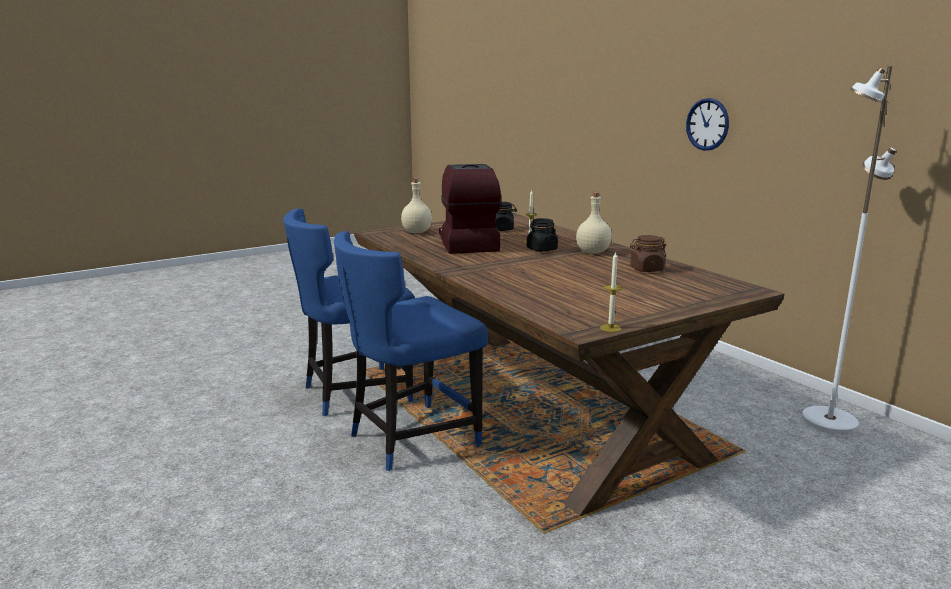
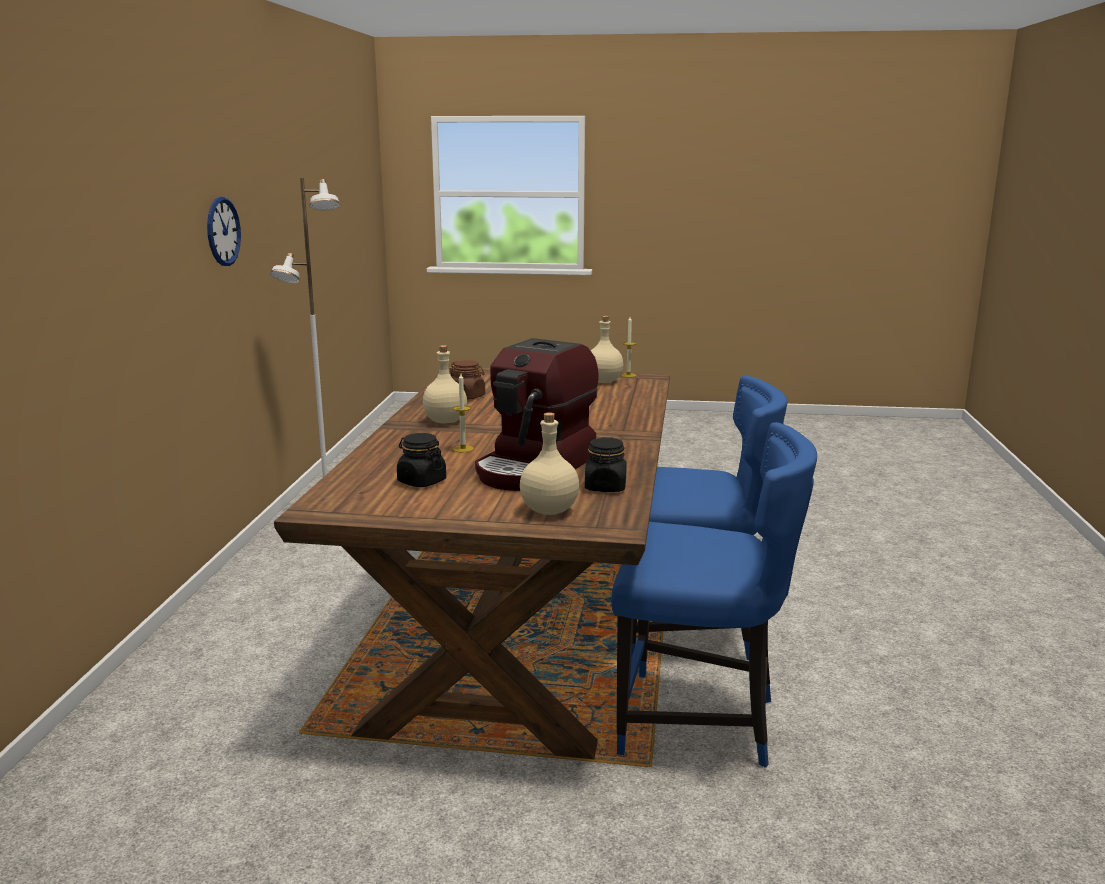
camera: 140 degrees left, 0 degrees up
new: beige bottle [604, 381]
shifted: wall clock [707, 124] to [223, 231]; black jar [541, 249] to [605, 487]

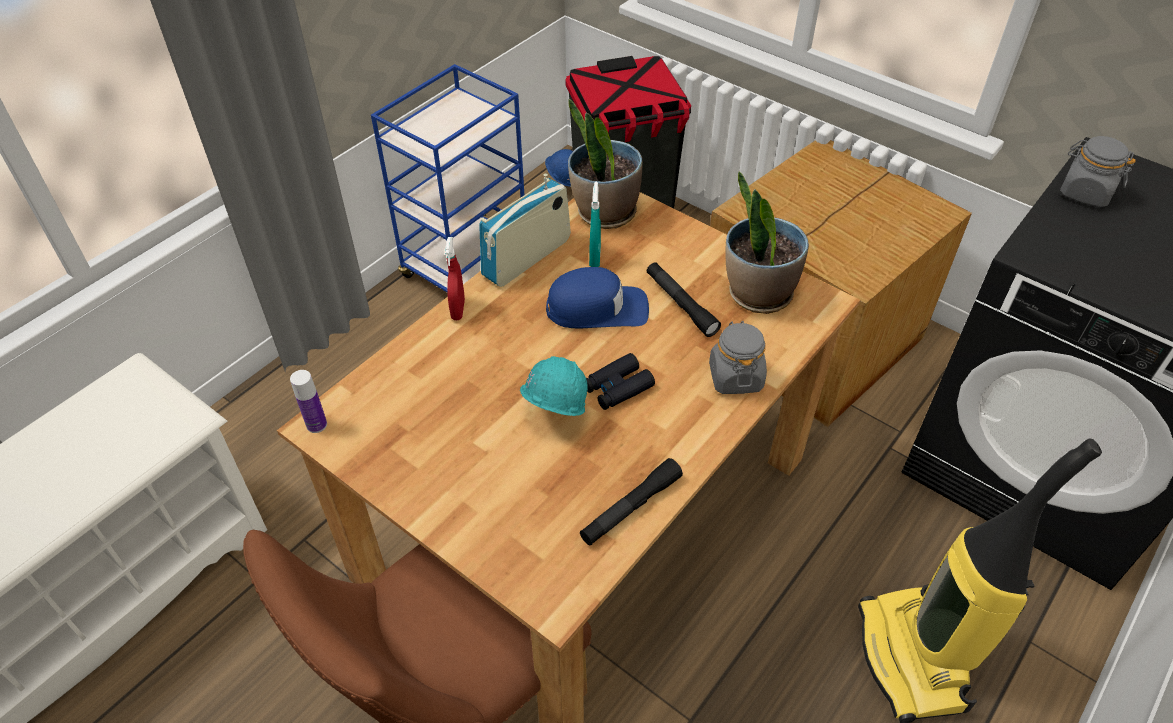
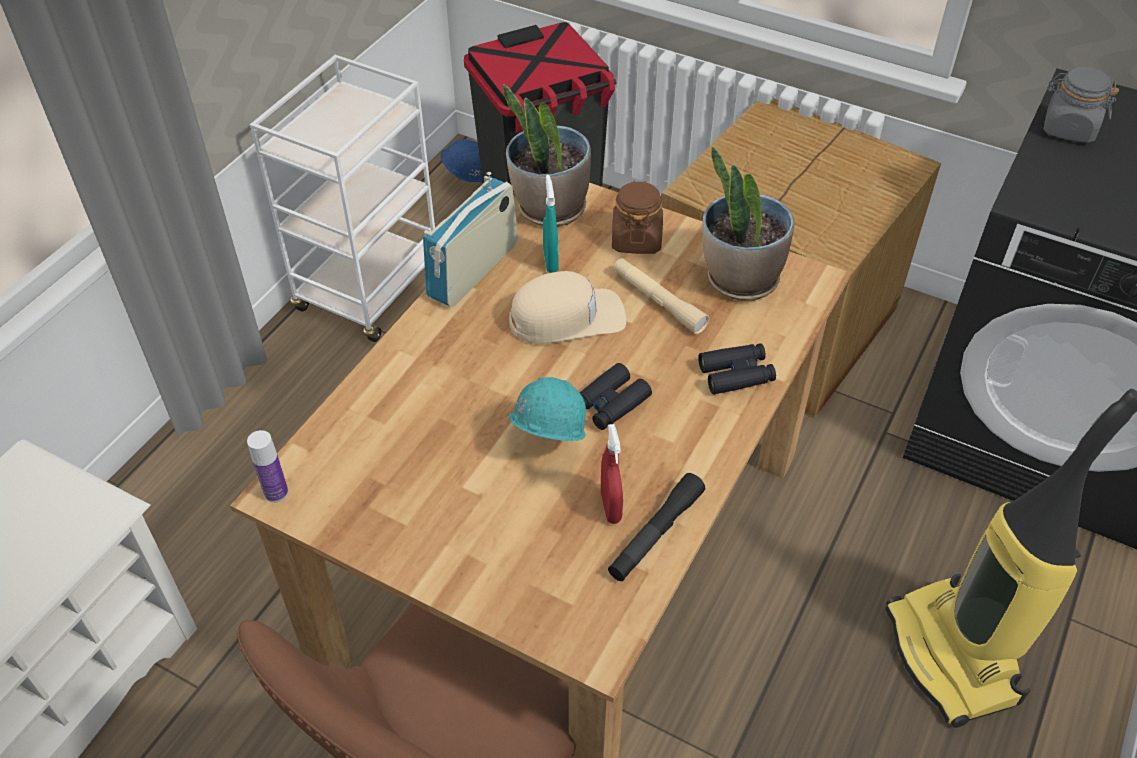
camera: 10 degrees left, 0 degrees up
new: brown jar [636, 239]
shifted: red spray bottle [458, 310] to [610, 507]
swapped: grey jar [735, 377] to black binoculars [736, 374]
repainted: blue cart [467, 267] to white cart [371, 290]; black flashlight [681, 304] to beige flashlight [658, 302]; blue cap [597, 308] to beige cap [567, 318]

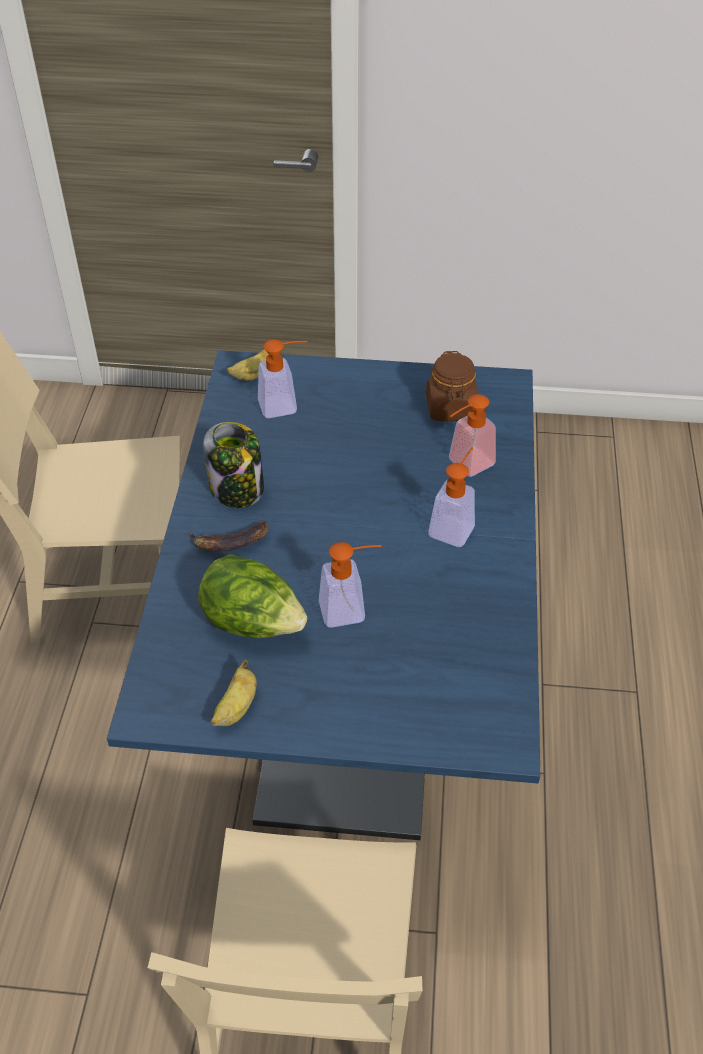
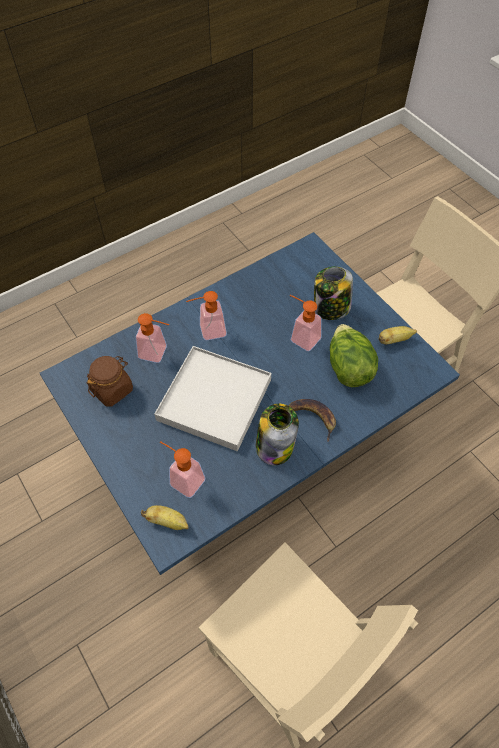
camera: 130 degrees left, 10 degrees up
new: jar [331, 308]; white tray [215, 399]

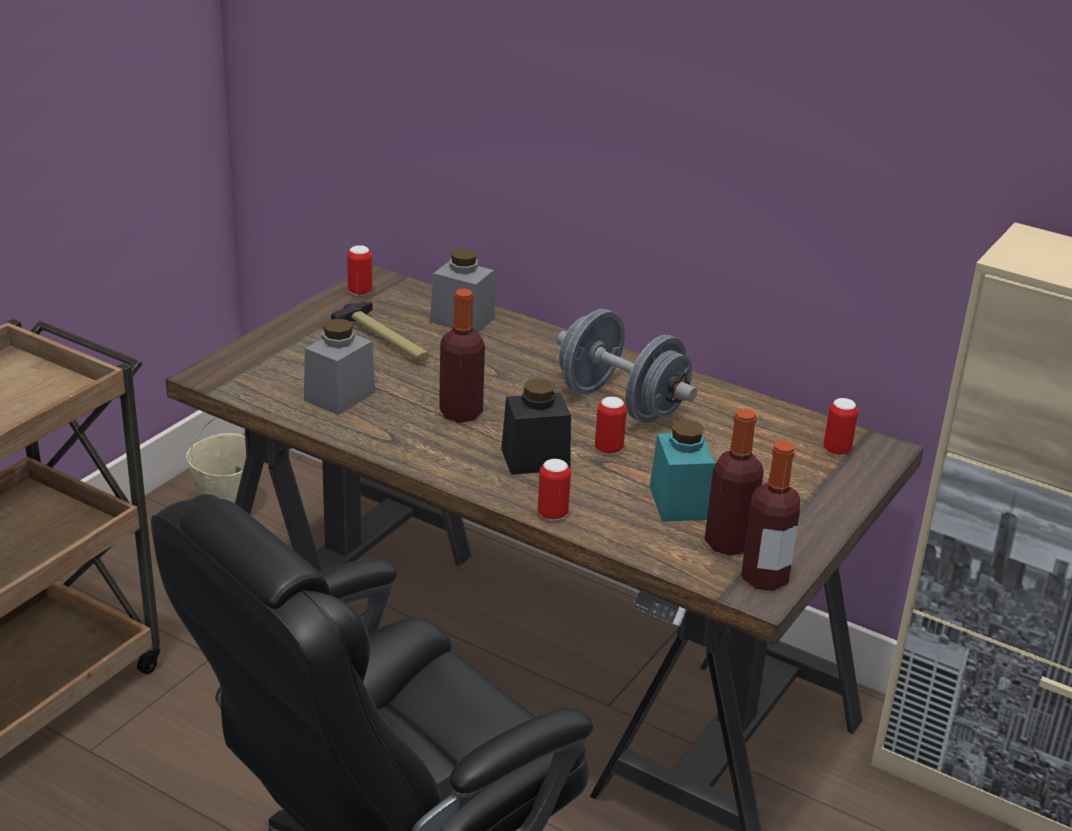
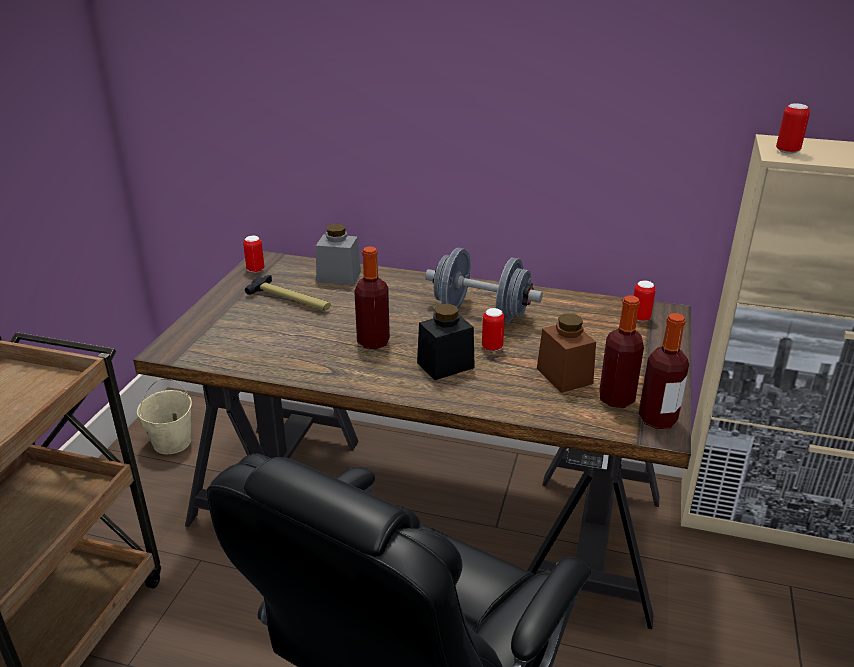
camera: 15 degrees left, 0 degrees up
gone: grey jar [339, 396]
shifted: can [552, 514] to [787, 151]
repainted: turquoise jar [679, 502] to brown jar [564, 376]

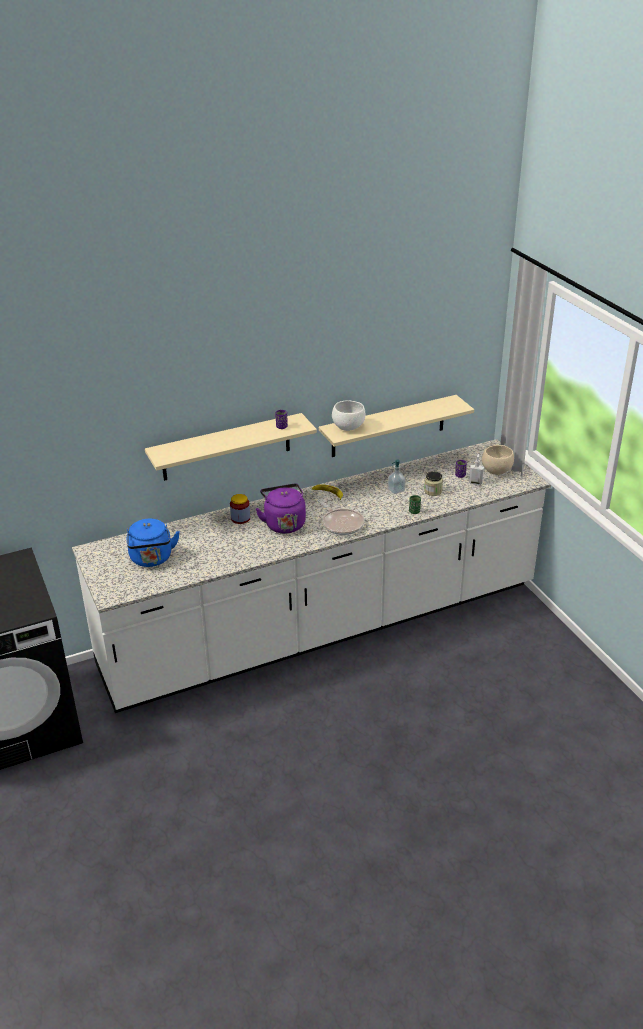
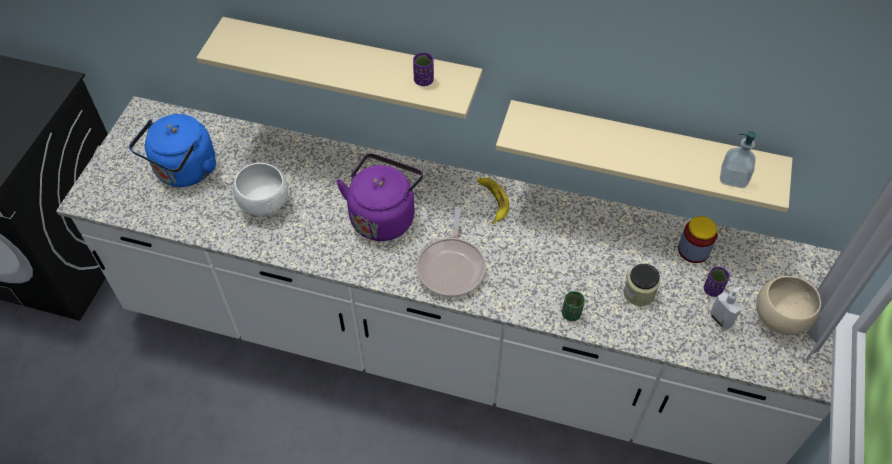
camera: 40 degrees right, 20 degrees up
shifted: white bowl [348, 427] to [266, 203]; soap dispenser [396, 490] to [733, 178]; jar [240, 518] to [693, 250]

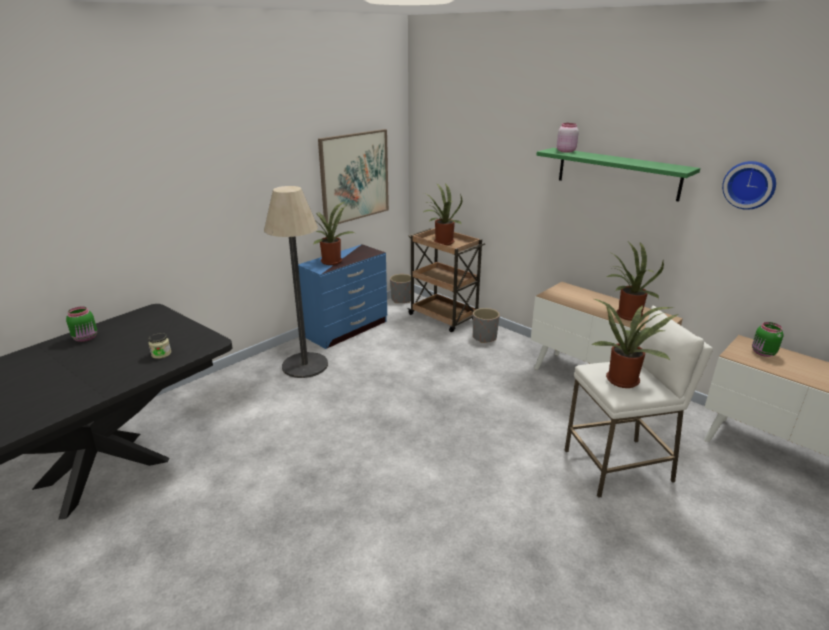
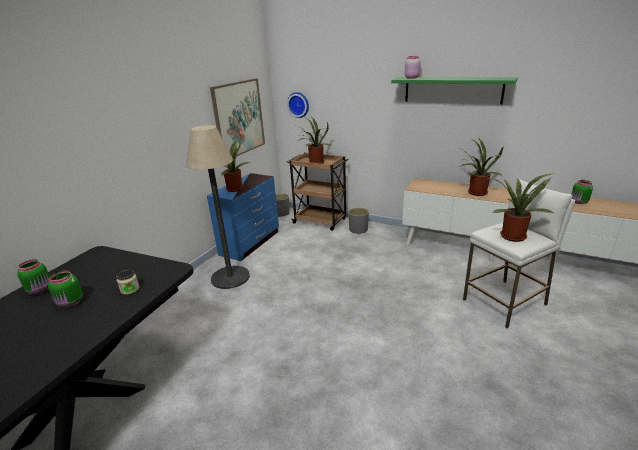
camera: 15 degrees left, 0 degrees up
new: green jar [71, 303]
shifted: wall clock [749, 184] to [299, 104]

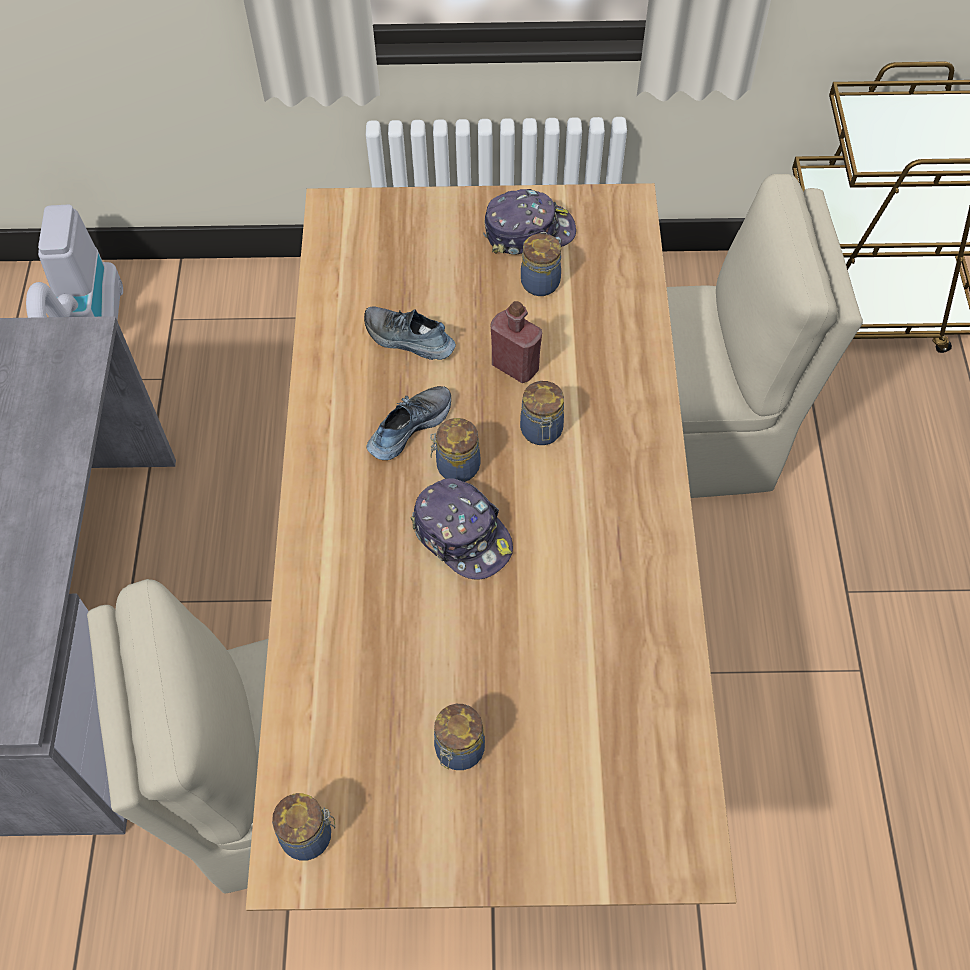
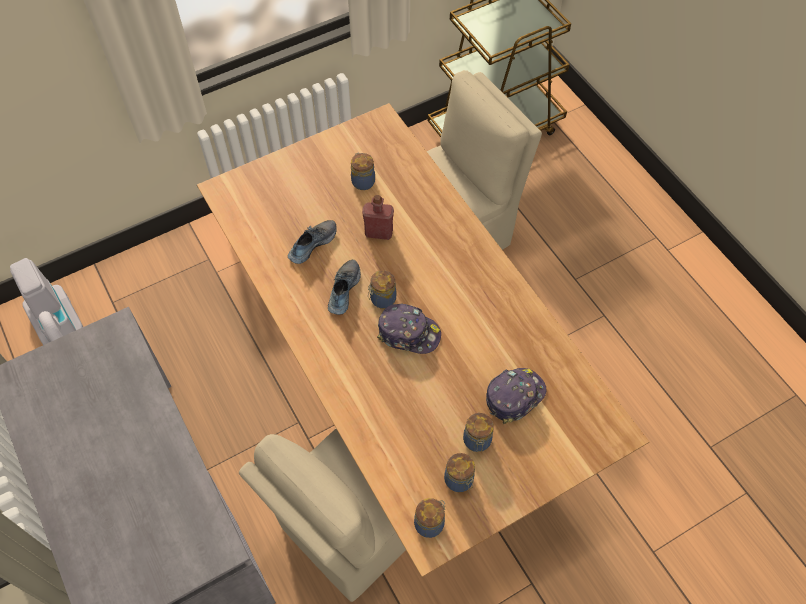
camera: 30 degrees left, 0 degrees up
shifted: cap [528, 232] to [514, 396]; jar [541, 432] to [459, 481]
rotated: shoe [408, 340] = [312, 244] 135 degrees clockwise

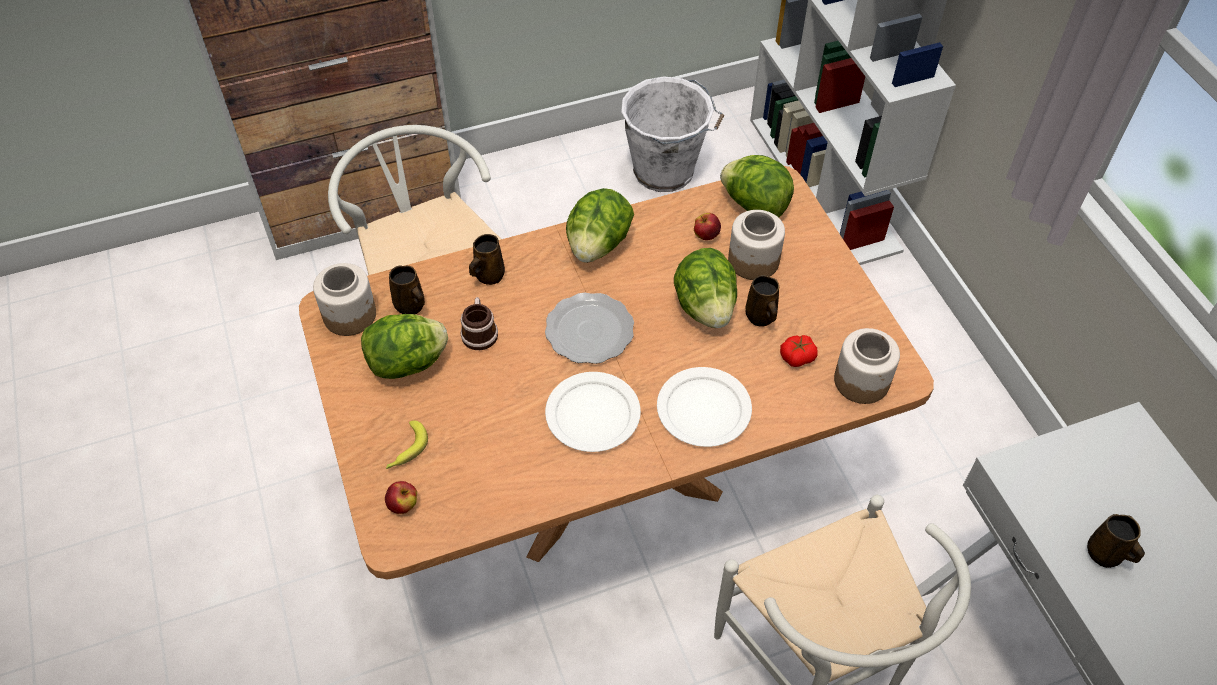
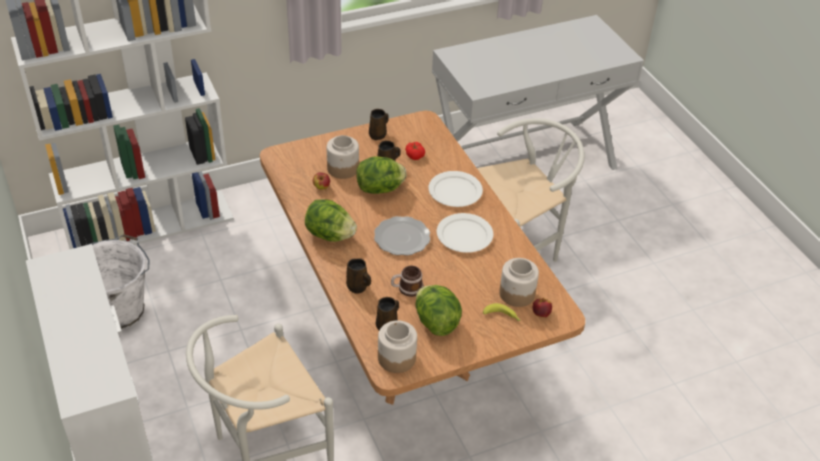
camera: 95 degrees left, 10 degrees down
gone: lettuce [754, 205]
shifted: jar [862, 380] to [516, 293]; brown mug [1105, 555] to [378, 135]

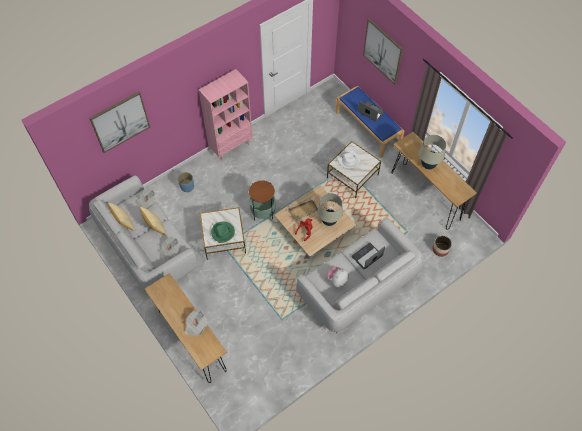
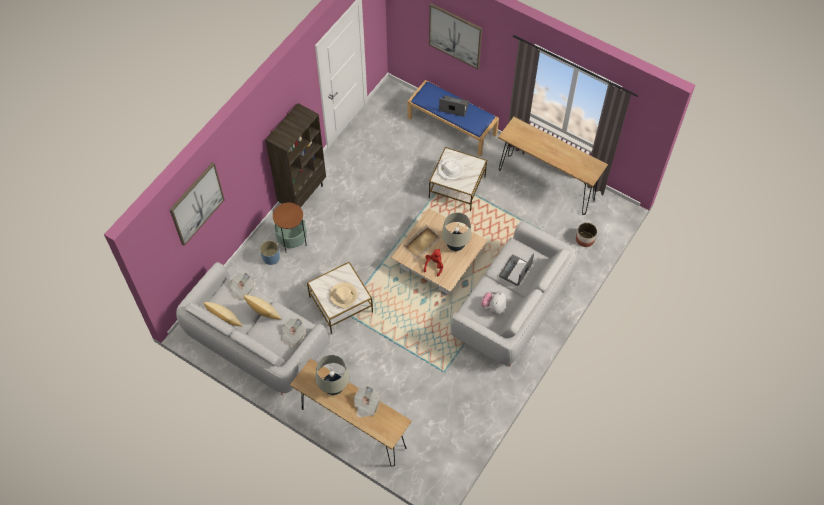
camera: 20 degrees left, 0 degrees up
shifted: beige table lamp [428, 165] to [333, 387]; side table [263, 212] to [292, 240]
repainted: pink bookcase [231, 146] to brown bookcase [302, 195]; green hat [223, 232] to beige hat [343, 296]

